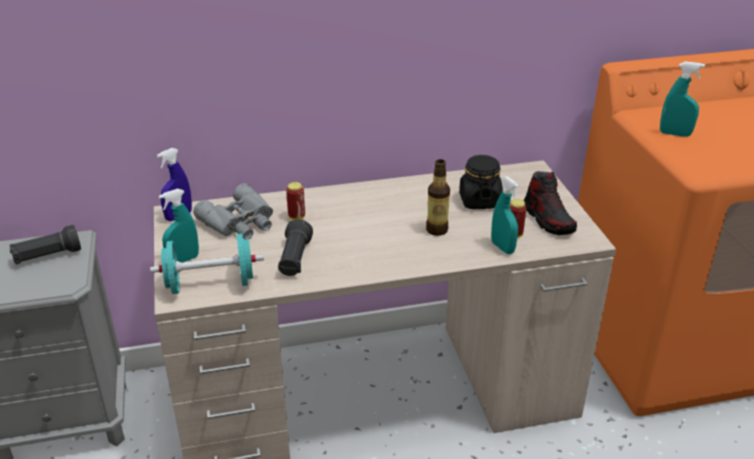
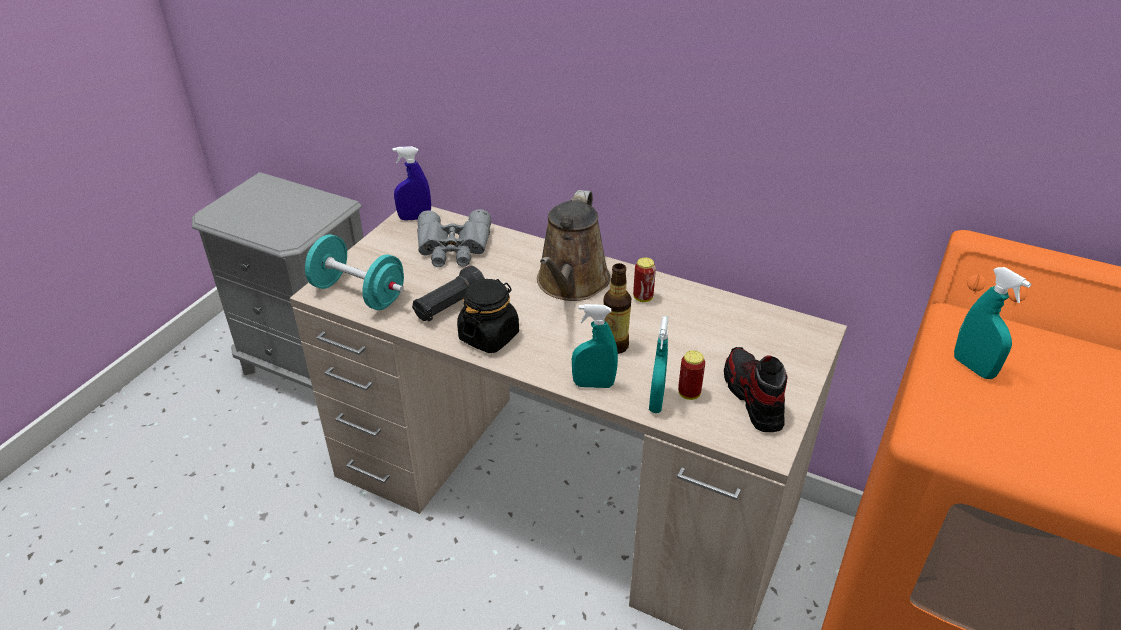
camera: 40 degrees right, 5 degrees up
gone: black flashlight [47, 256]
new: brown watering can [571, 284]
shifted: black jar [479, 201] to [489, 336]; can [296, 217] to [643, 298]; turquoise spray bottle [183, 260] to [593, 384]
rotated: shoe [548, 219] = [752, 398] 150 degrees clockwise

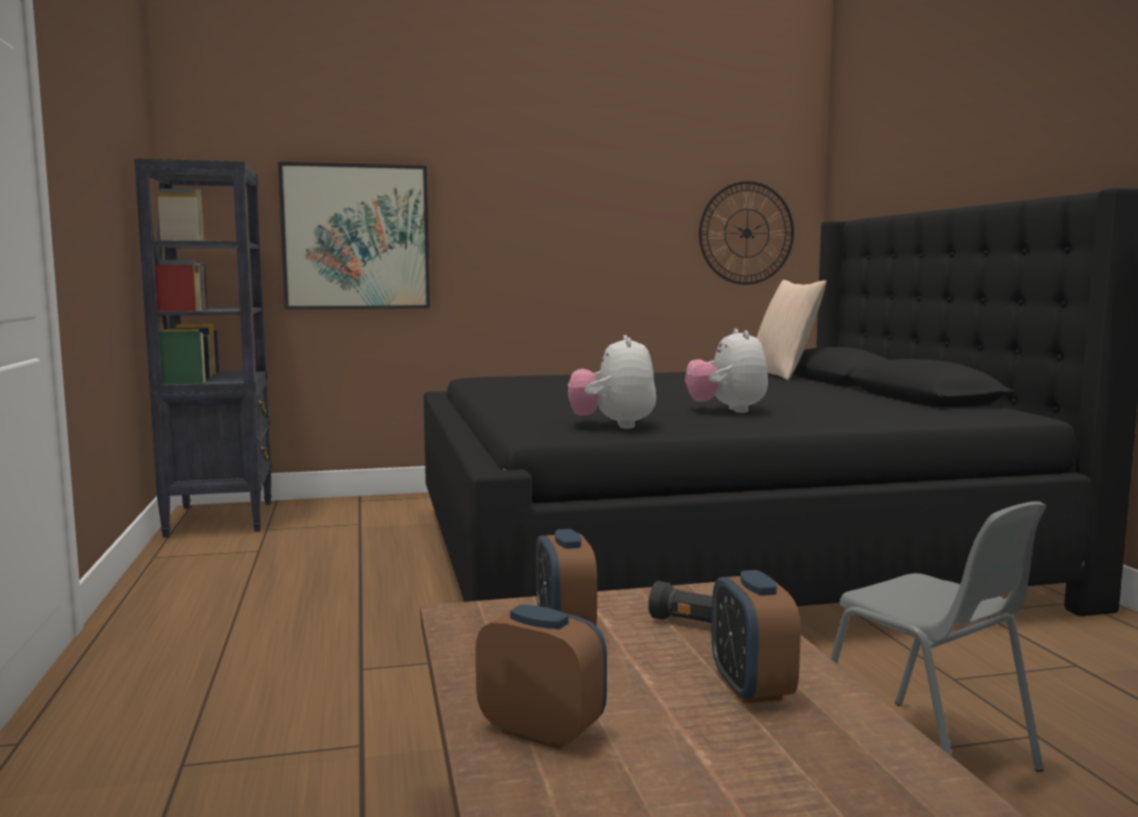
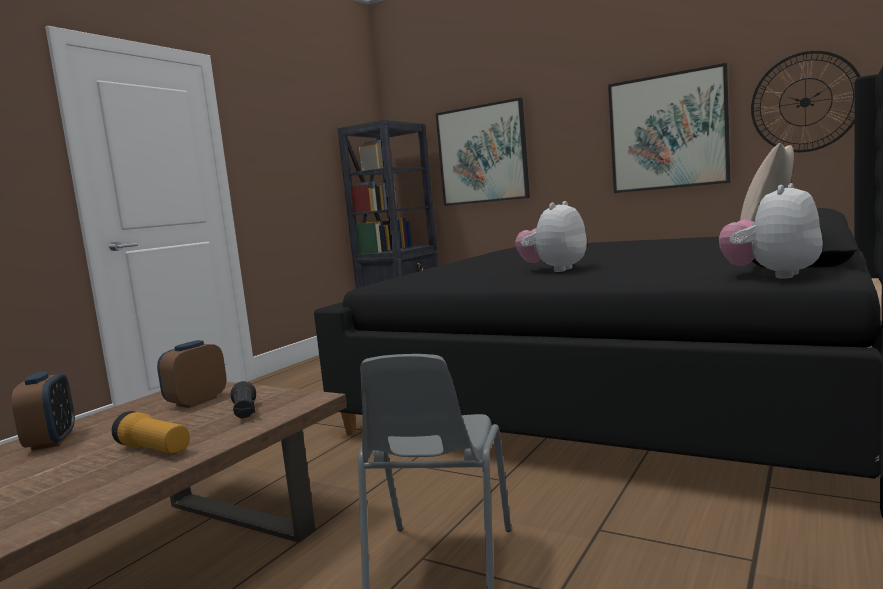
camera: 45 degrees right, 0 degrees up
new: picture [668, 132]
shifted: plush toy [613, 426] to [773, 275]
swapped: alarm clock [751, 688] to flashlight [154, 450]

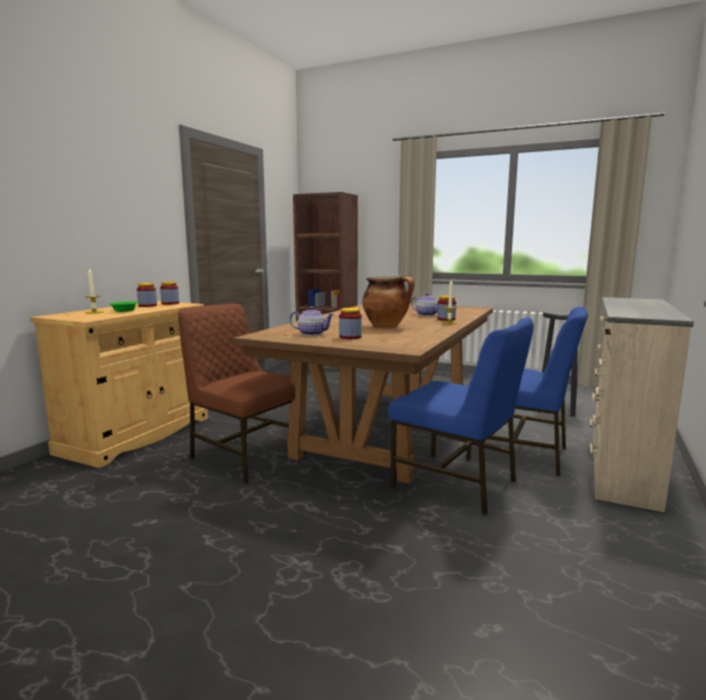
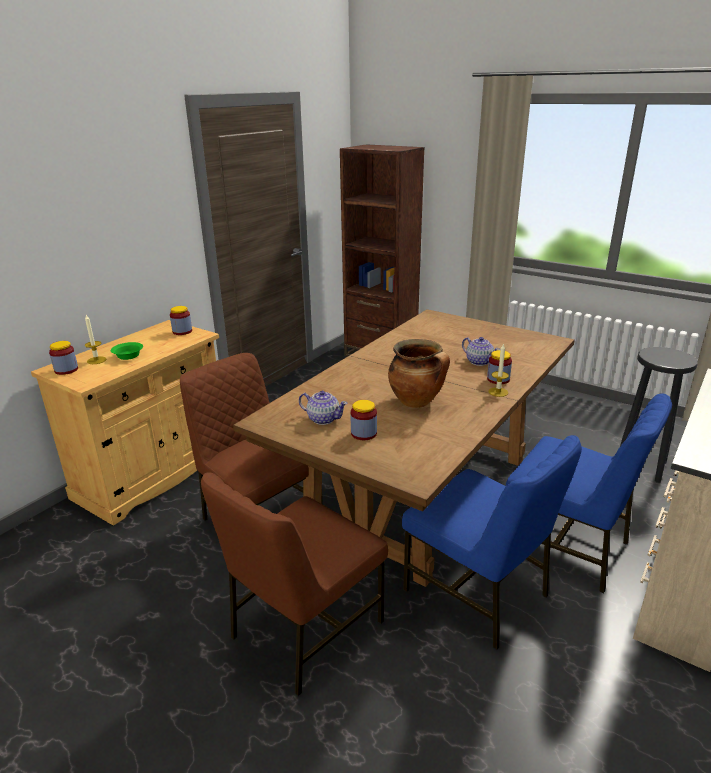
camera: 10 degrees right, 15 degrees up
new: brown chair [304, 629]
shifted: jar [147, 306] to [66, 370]

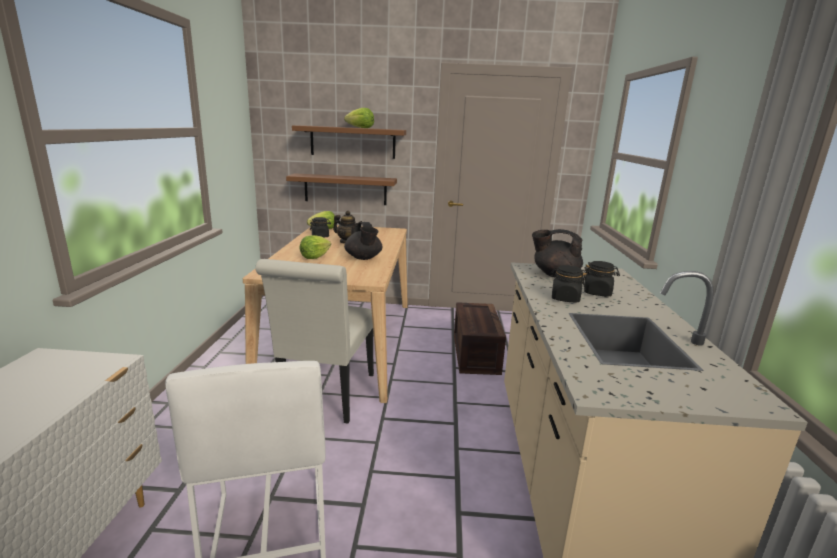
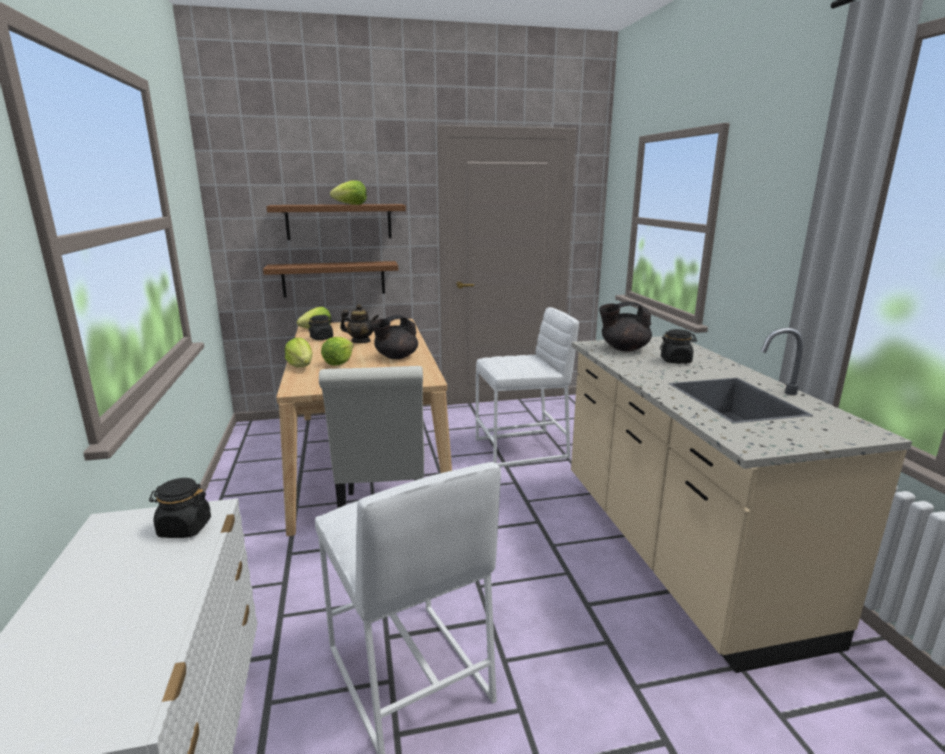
camera: 15 degrees left, 0 degrees up
new: lettuce [301, 366]
shifted: black jar [565, 298] to [184, 528]
swapped: crate [477, 354] to white stool [522, 448]
rotated: black teapot [363, 258] = [396, 357] 90 degrees clockwise

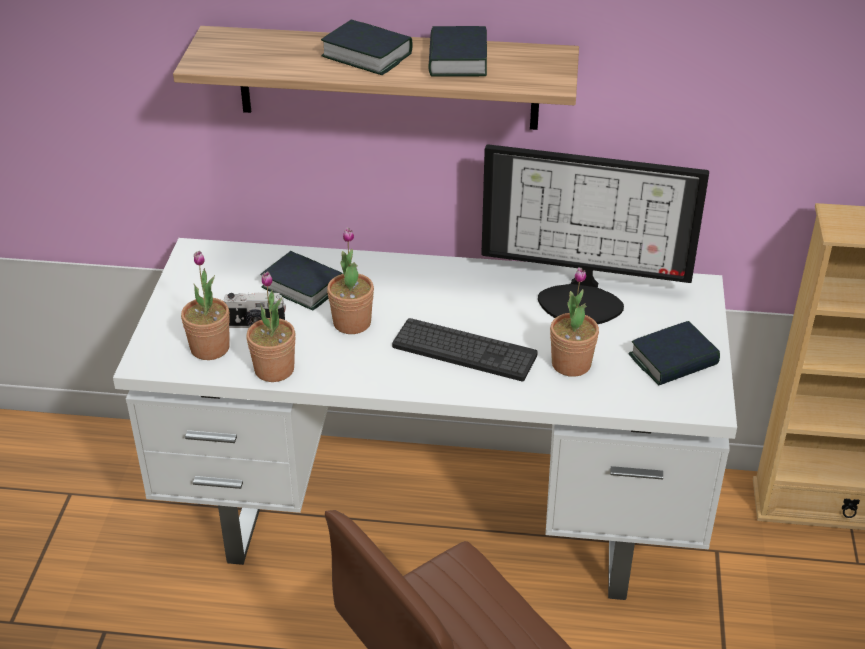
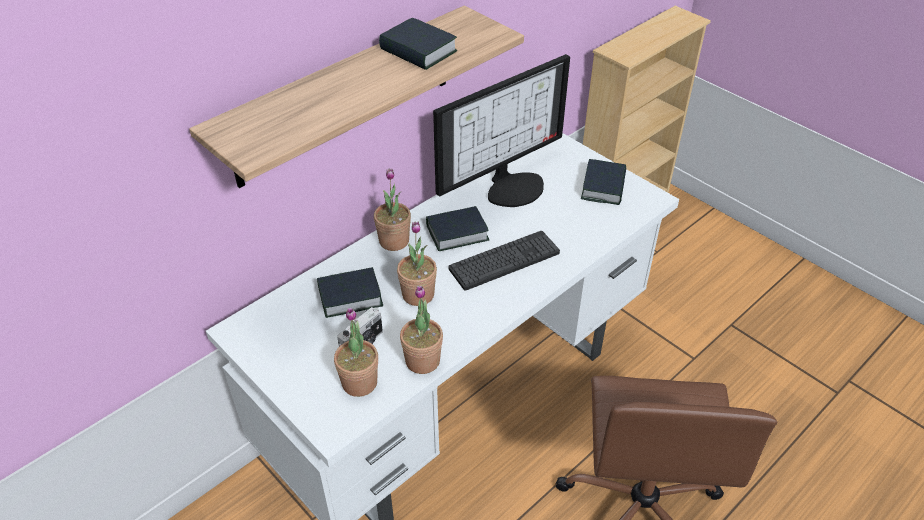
camera: 50 degrees left, 5 degrees up
shifted: book [367, 55] to [457, 233]; potted plant [571, 364] to [394, 241]

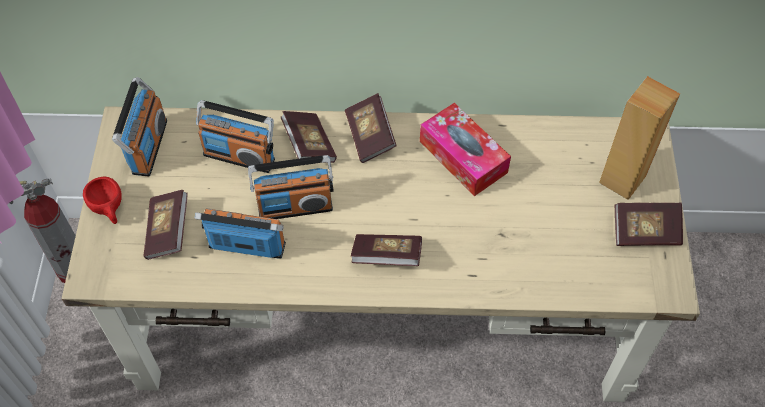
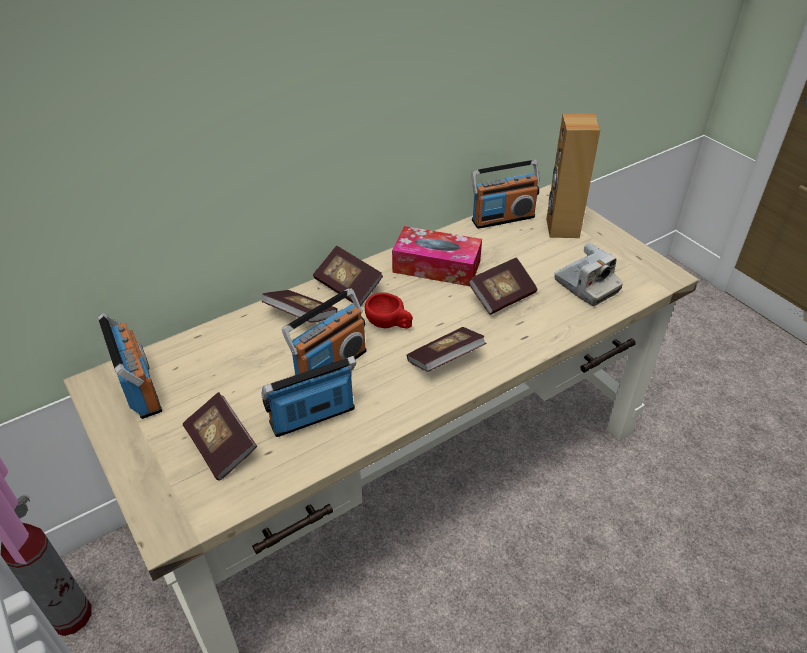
camera: 35 degrees left, 15 degrees down
new: photo camera [586, 286]
shifted: radio [239, 156] to [502, 218]; red cup [109, 209] to [389, 324]; book [645, 232] to [502, 296]

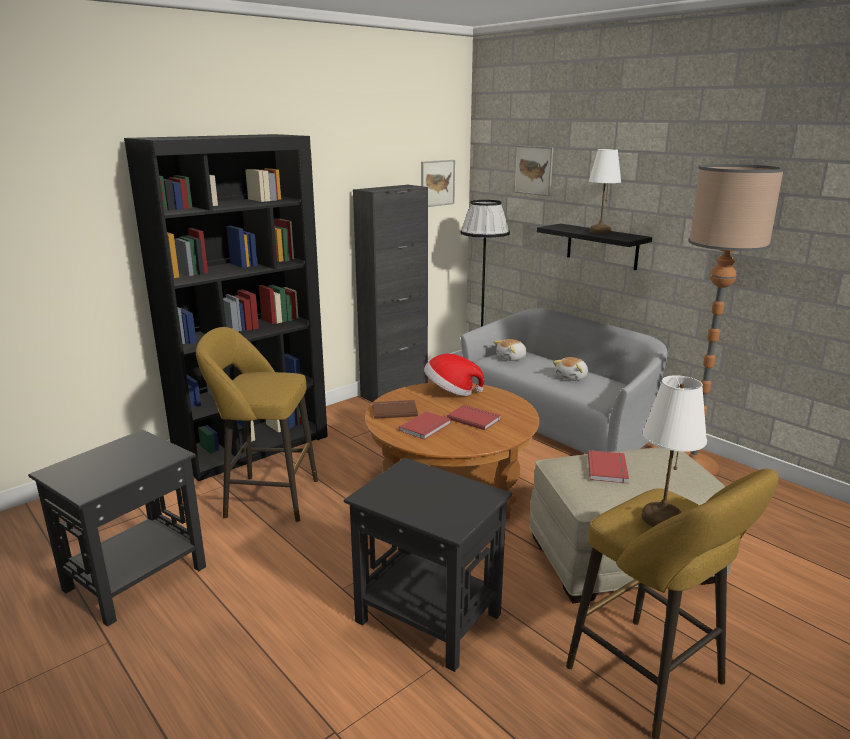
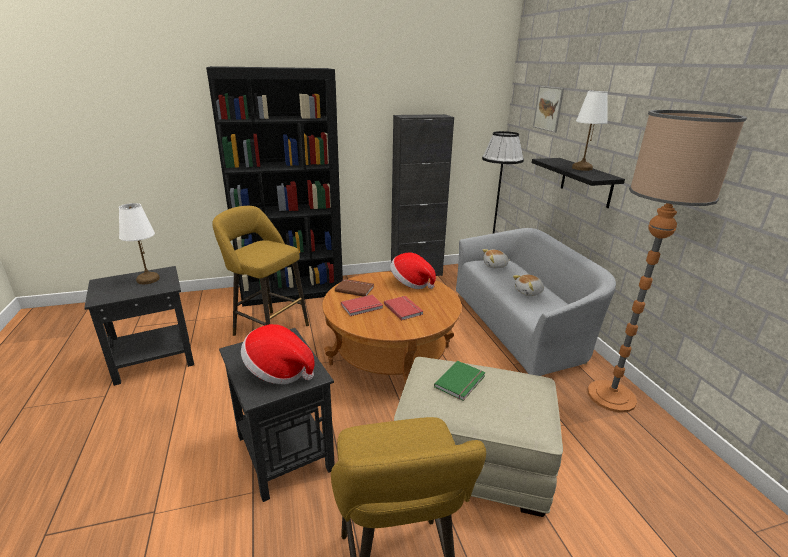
camera: 25 degrees right, 5 degrees up
gone: picture [437, 183]
new: hat [278, 371]
shifted: white table lamp [661, 519] to [147, 279]
repainted: red book [609, 468] to green book [461, 382]

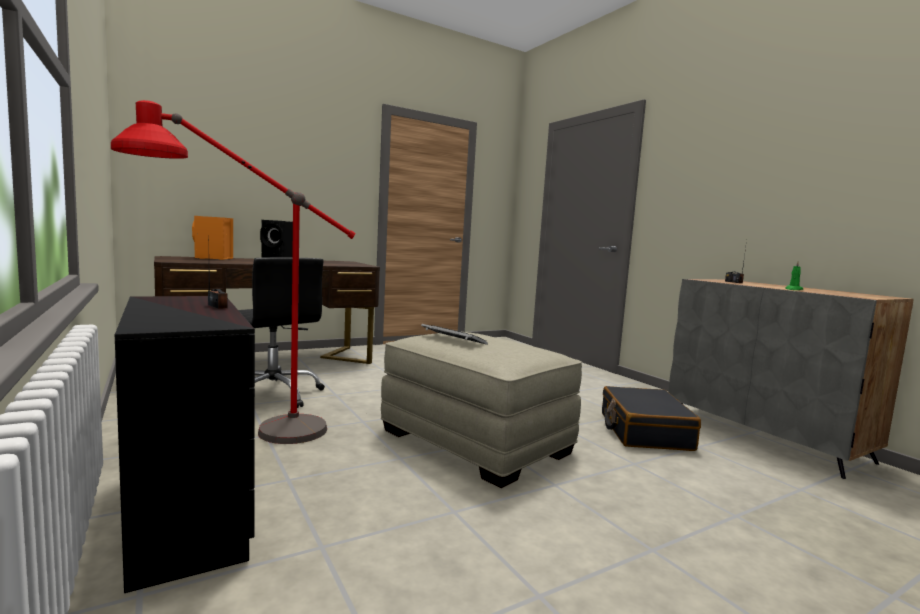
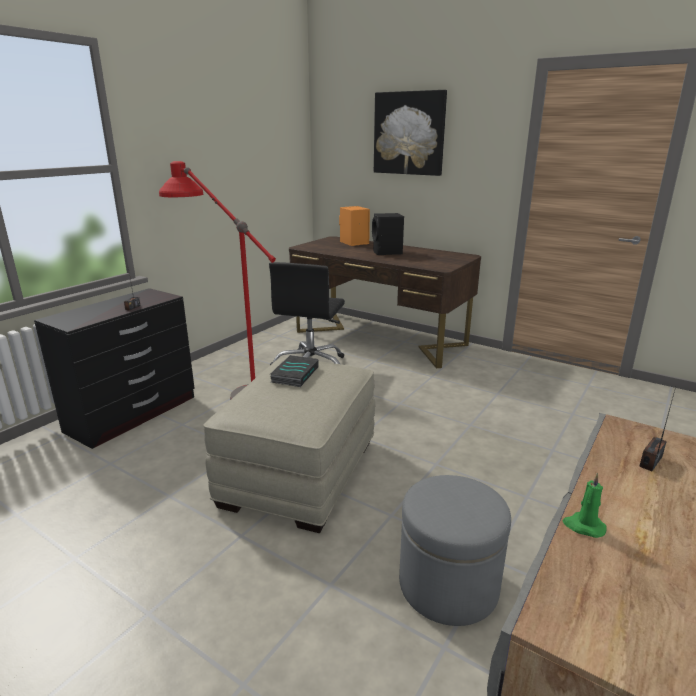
camera: 65 degrees right, 15 degrees up
new: picture [409, 133]
swapped: keyboard [452, 339] to book [294, 374]; black suitcase [644, 431] to grey ottoman [448, 585]

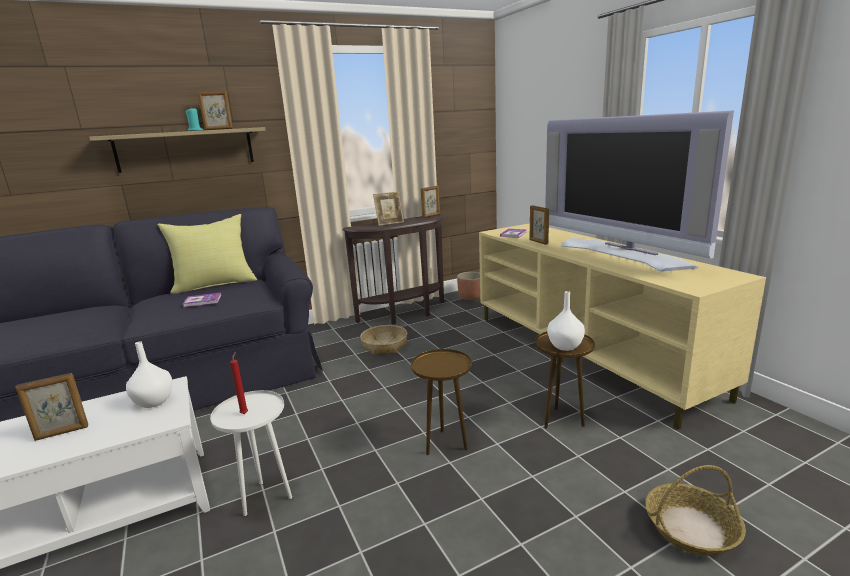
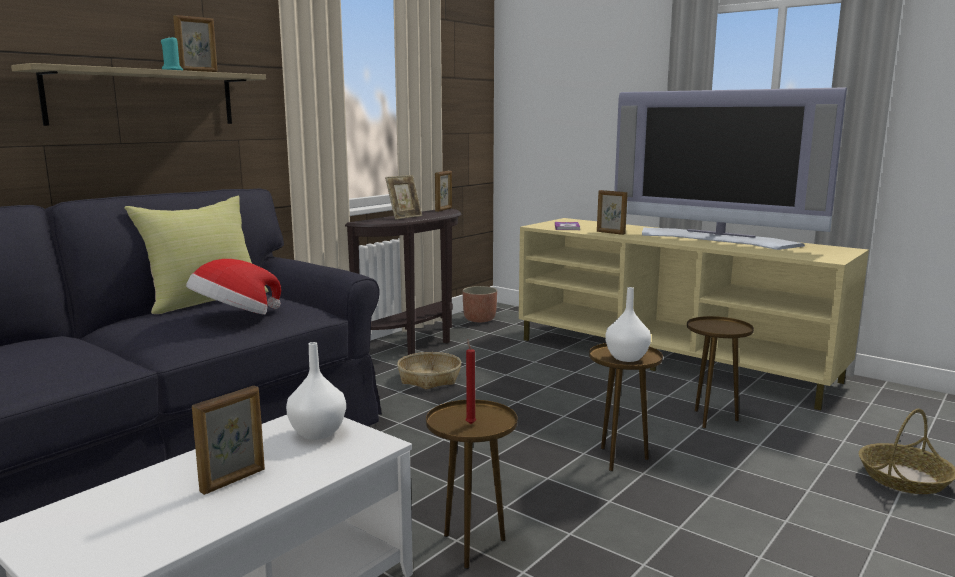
camera: 25 degrees left, 5 degrees down
shifted: white vase [565, 347] to [627, 358]
swapped: book [202, 301] to hat [234, 316]
repainted: white side table [265, 498] to brown side table [472, 547]

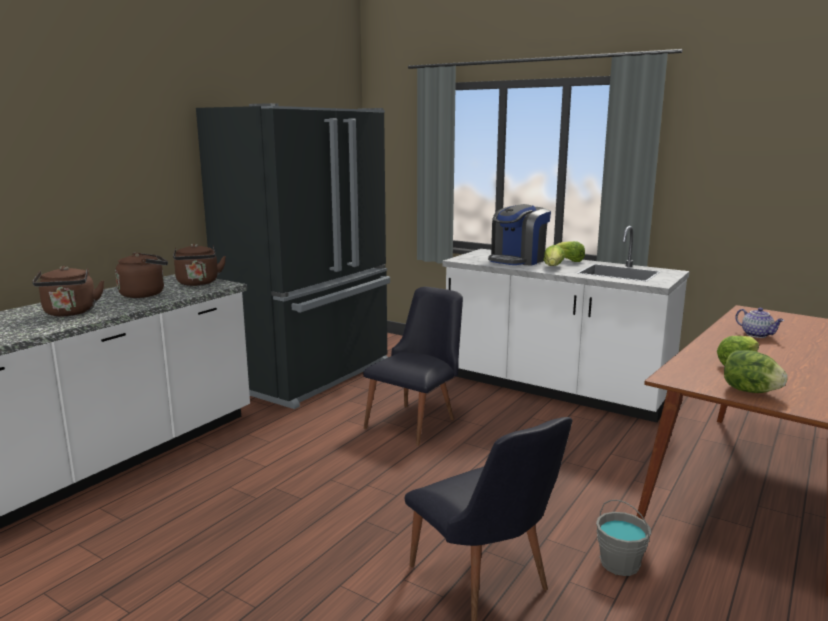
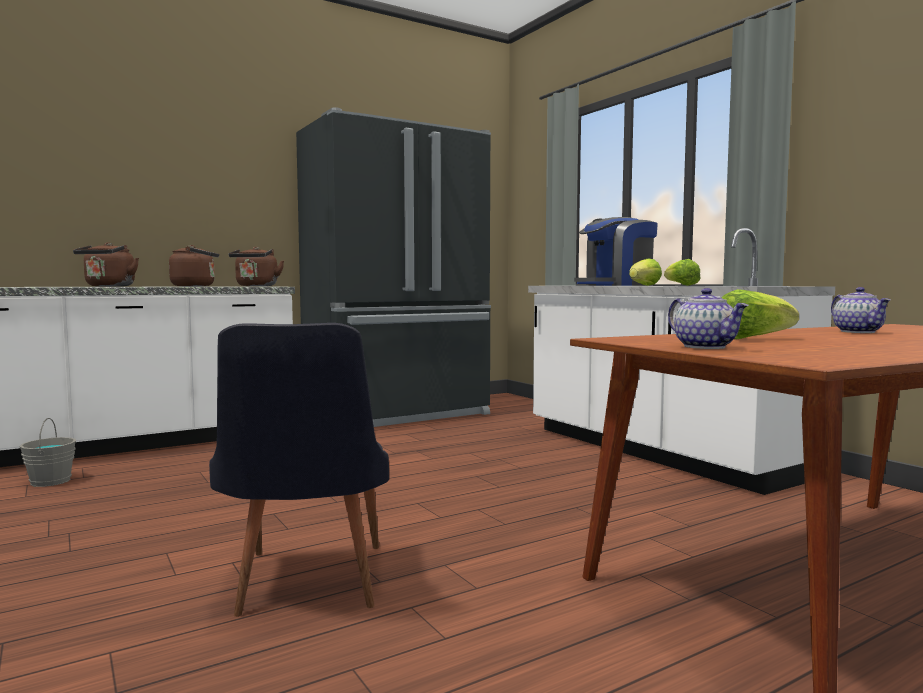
camera: 25 degrees right, 10 degrees down
gone: black chair [417, 421]
shifted: grey bucket [620, 563] to [51, 481]
swapped: lettuce [750, 391] to teapot [706, 347]

